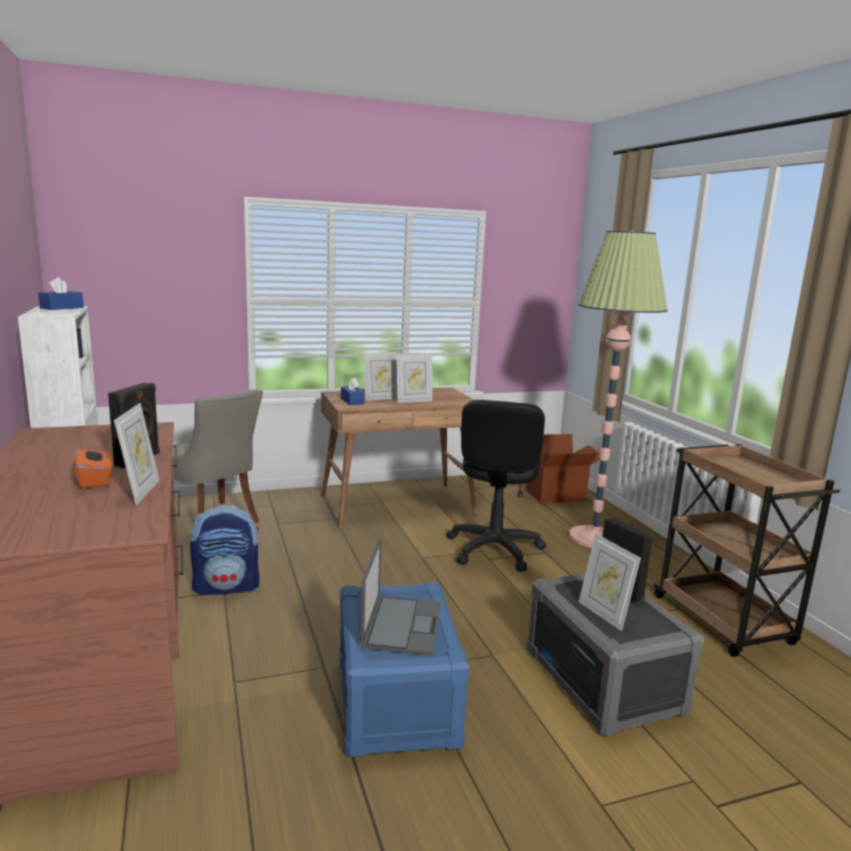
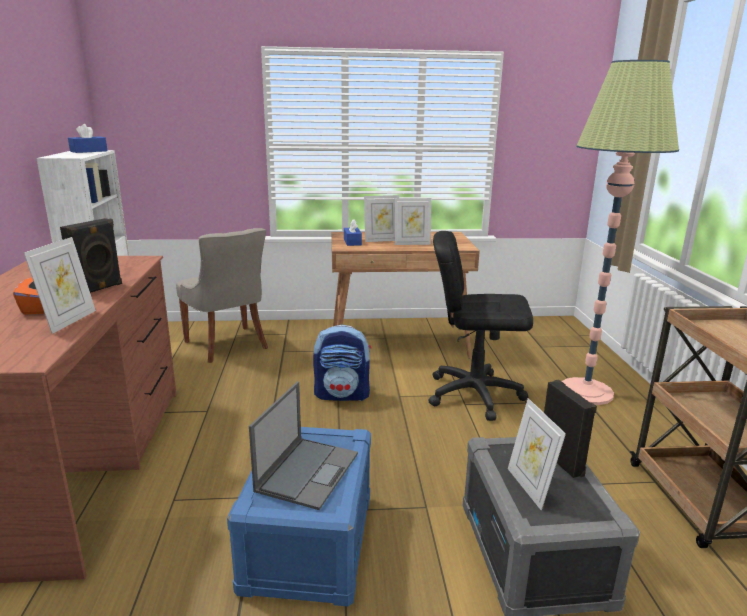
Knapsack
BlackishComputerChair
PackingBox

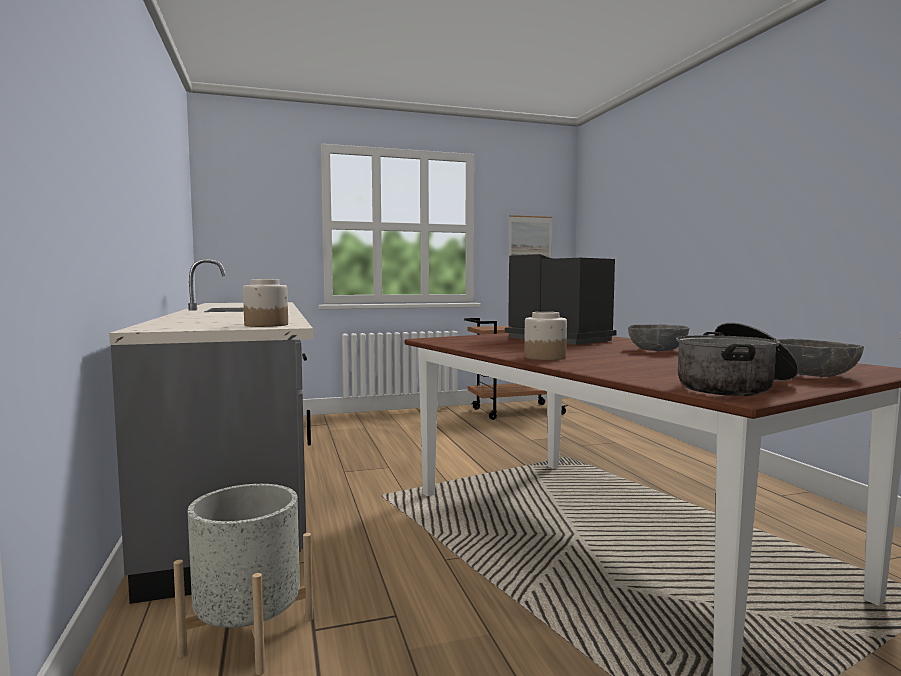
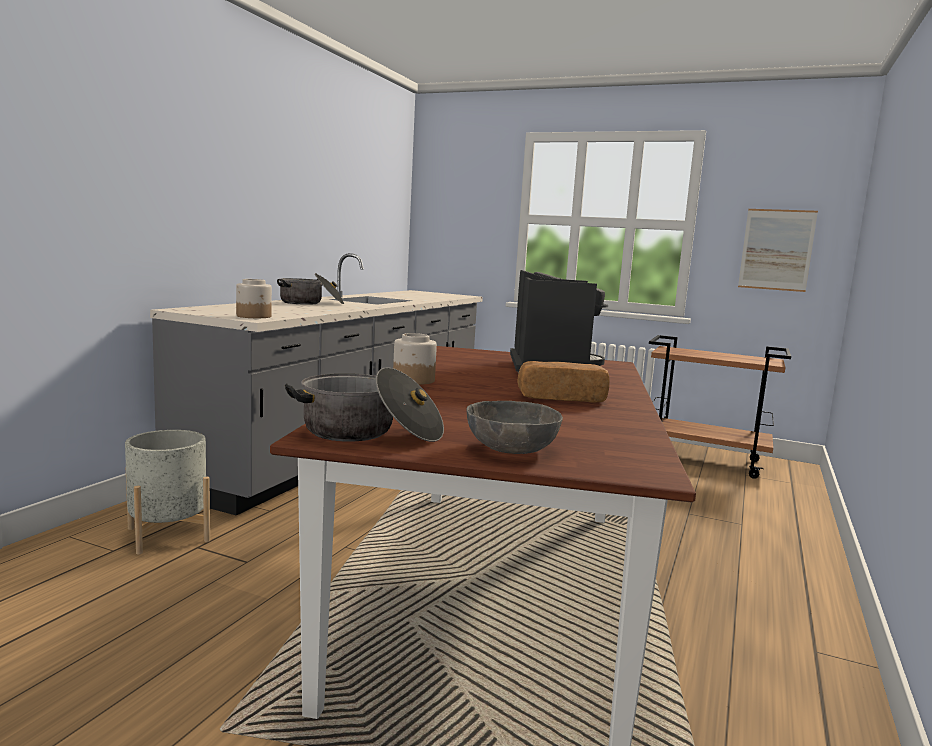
BakeryBread
Stockpot (1st from left)

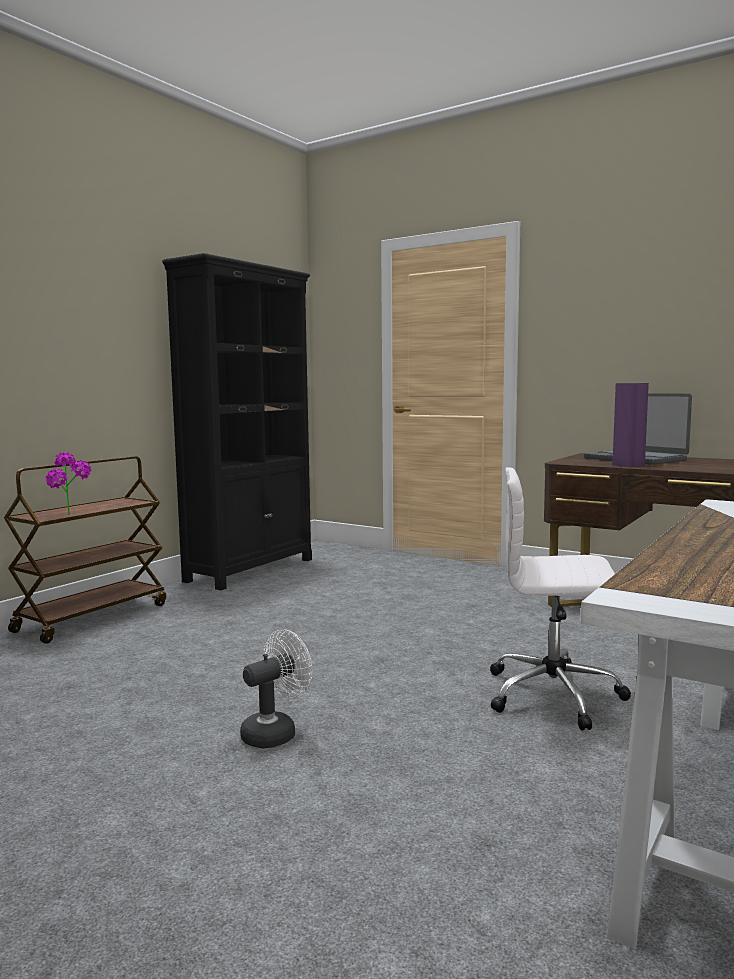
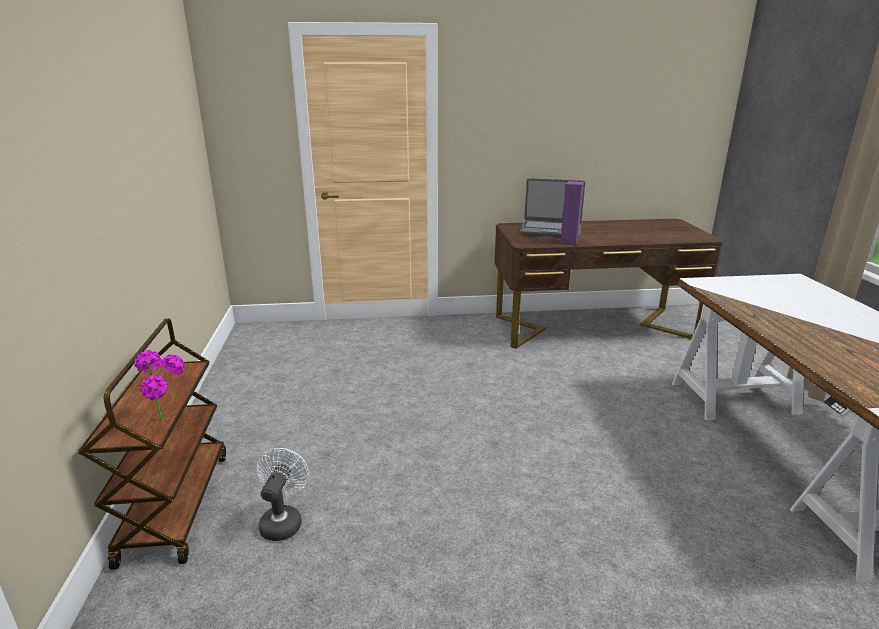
BlackishBookcase
WhitishCoolingFan
WhitishComputerChair

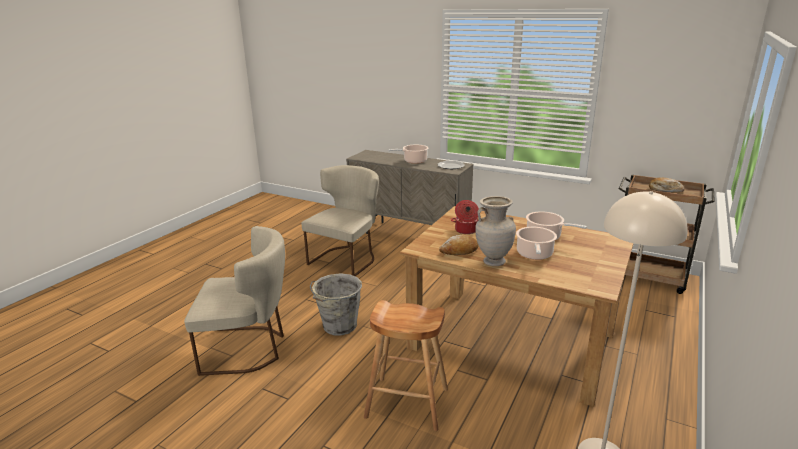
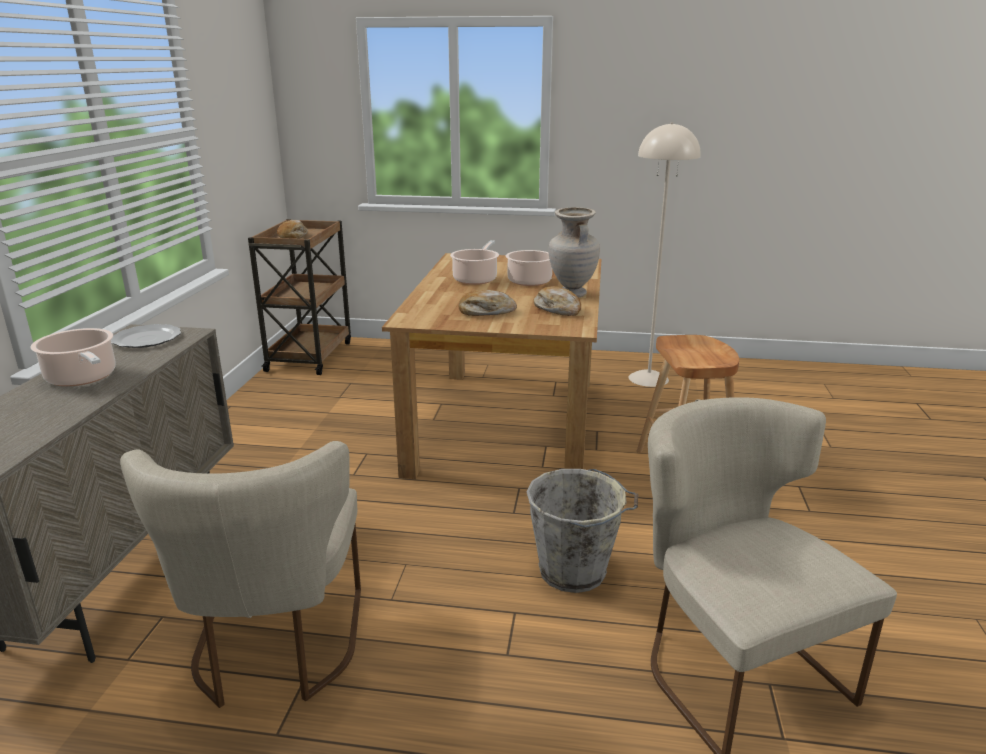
BeigeColouredChair (1st from left)
BakeryBread (2nd from left)

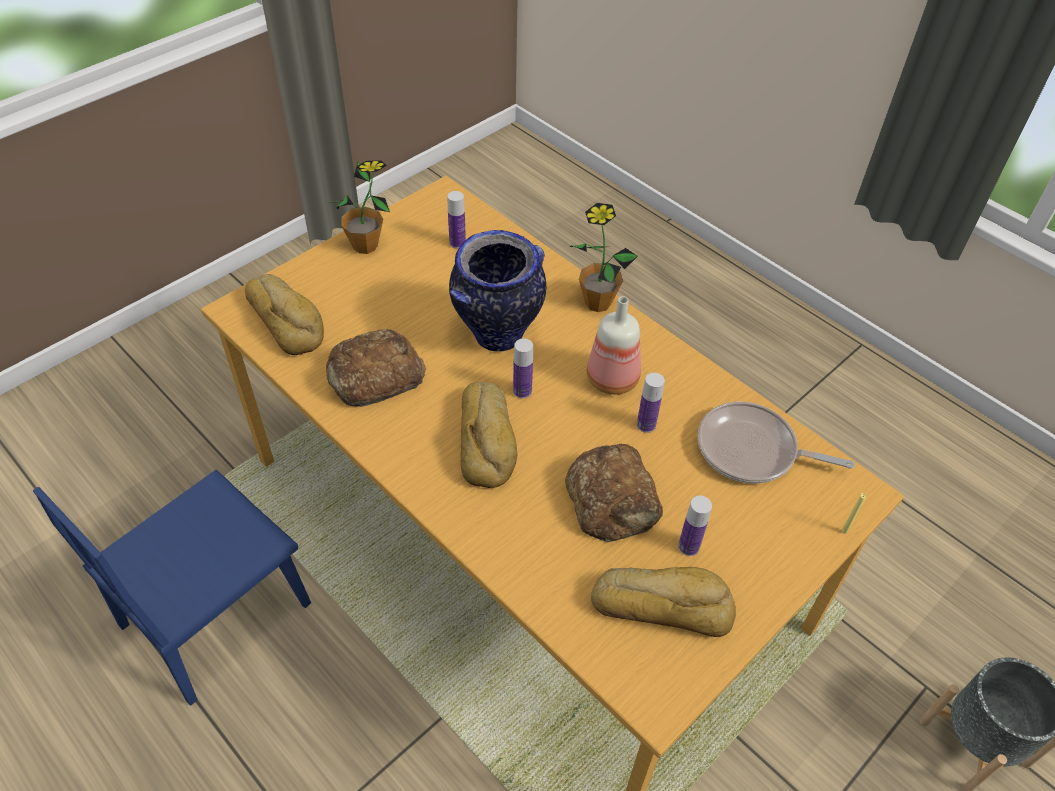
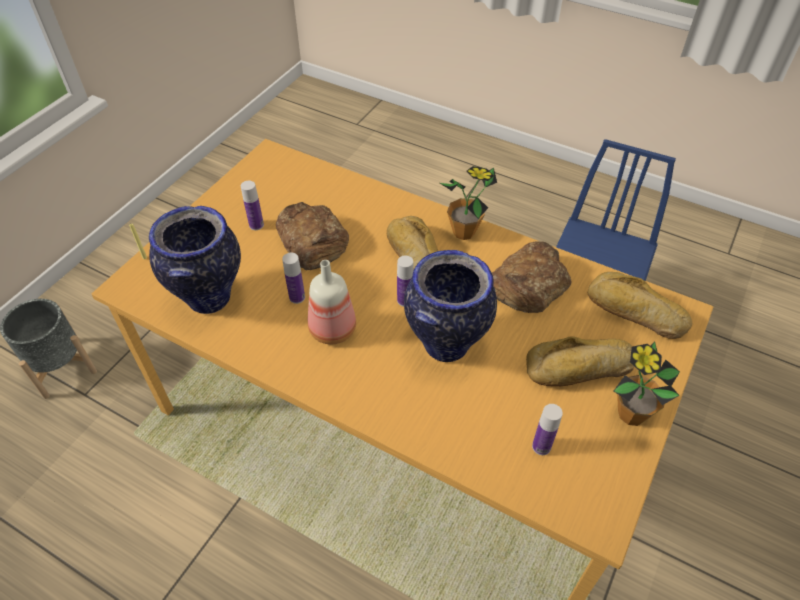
PottedPlant (1st from left)
BakeryBread (4th from left)
Vase (1st from left)

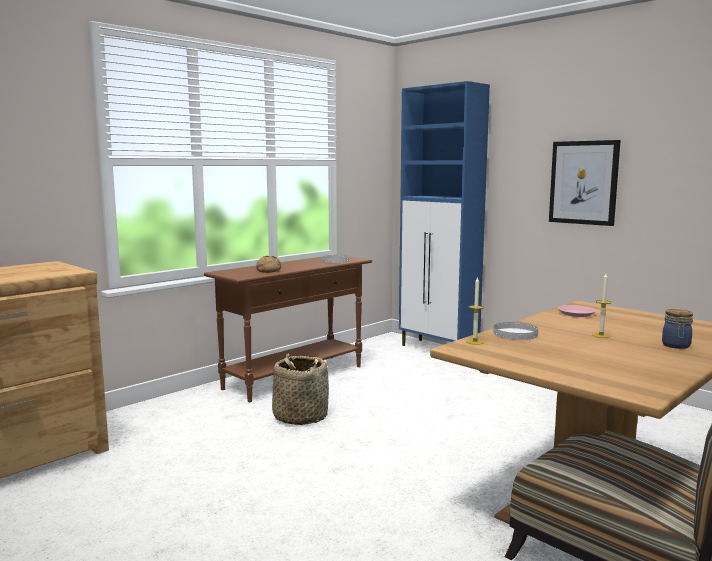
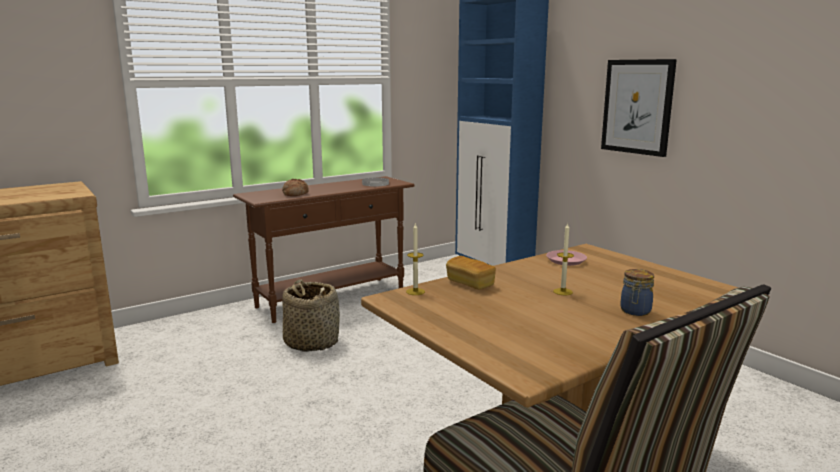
BakeryBread (2nd from left)

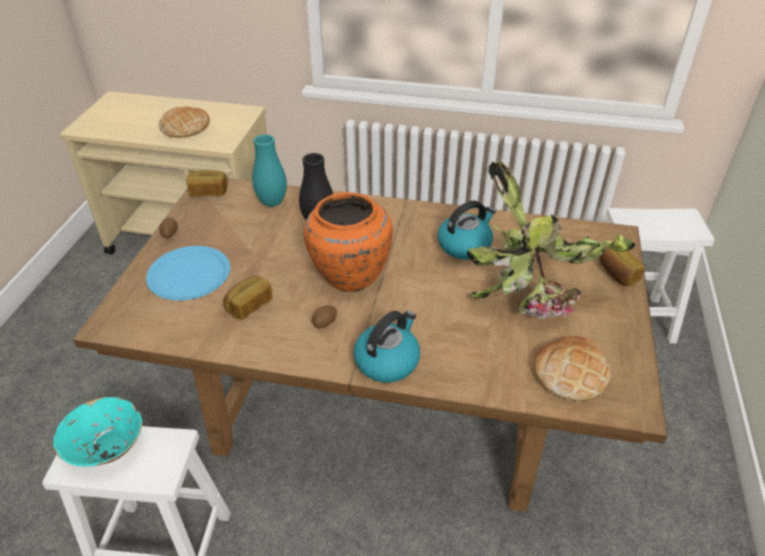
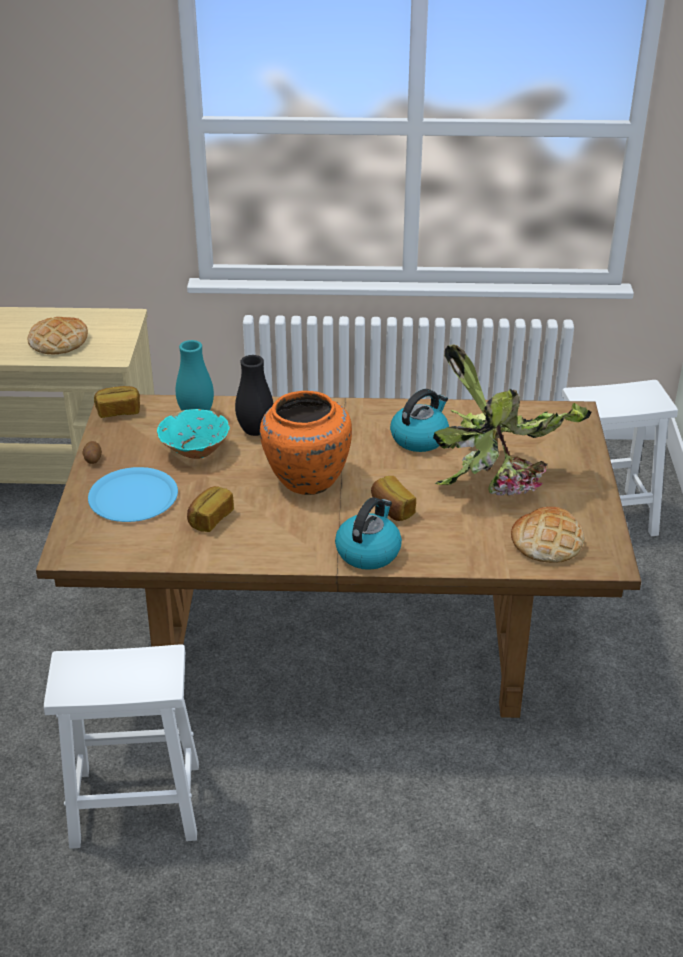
TurquoiseColouredServingBowl
WholePotato (2nd from left in the first image)
BakeryBread (4th from left)

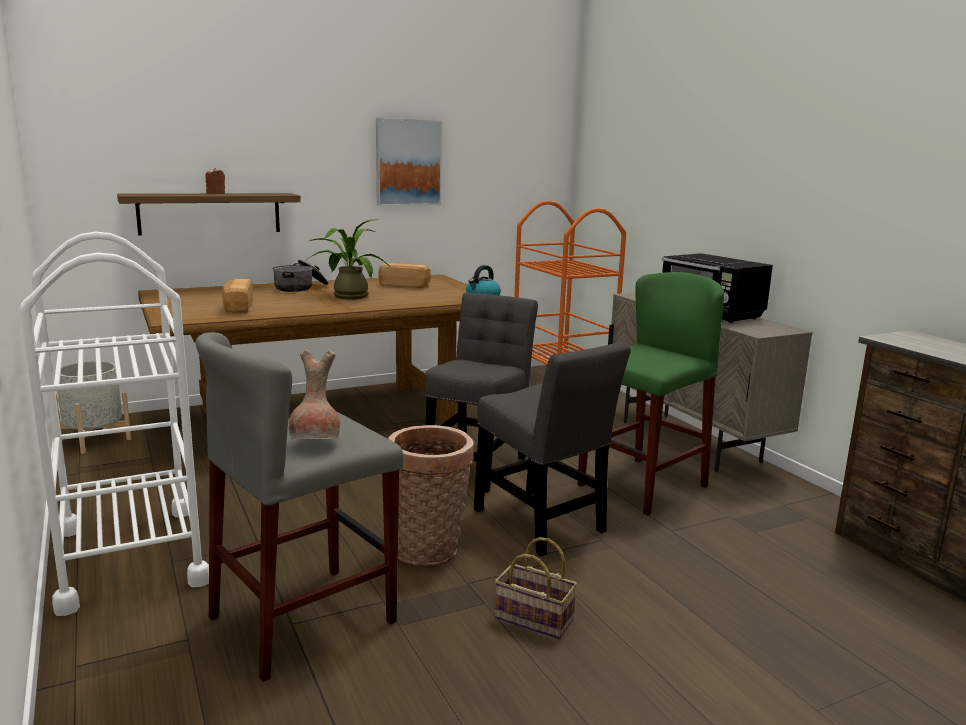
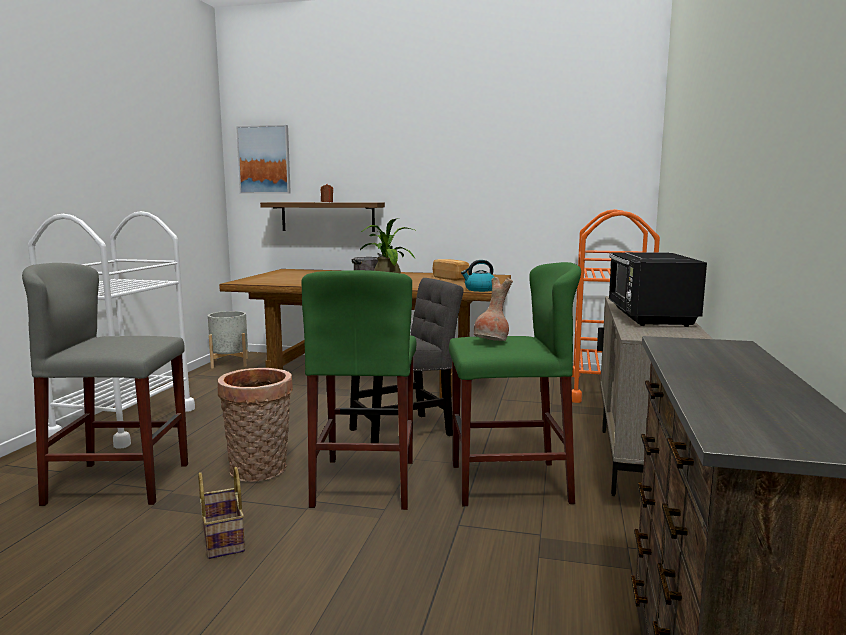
BakeryBread (1st from left in the first image)
BrownColouredVase
WallPicture
GreenishStoolSeat (1st from left)

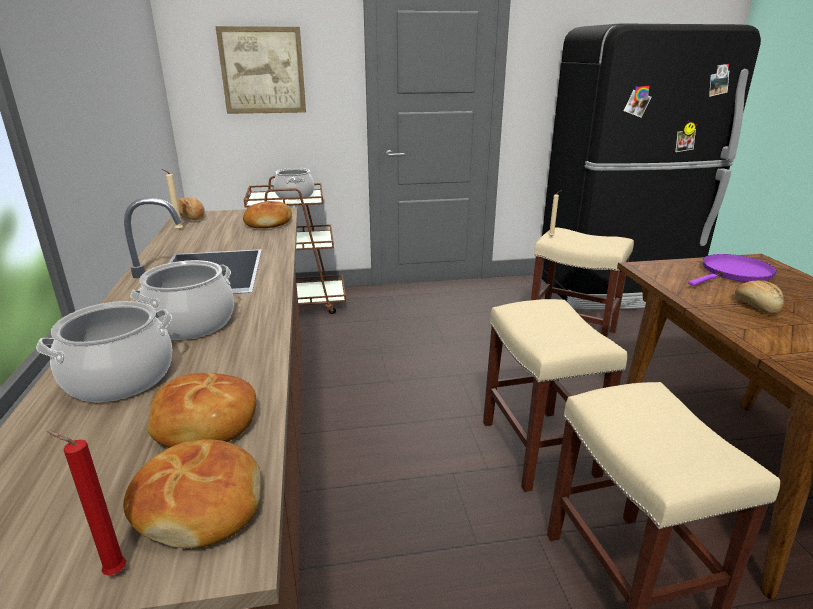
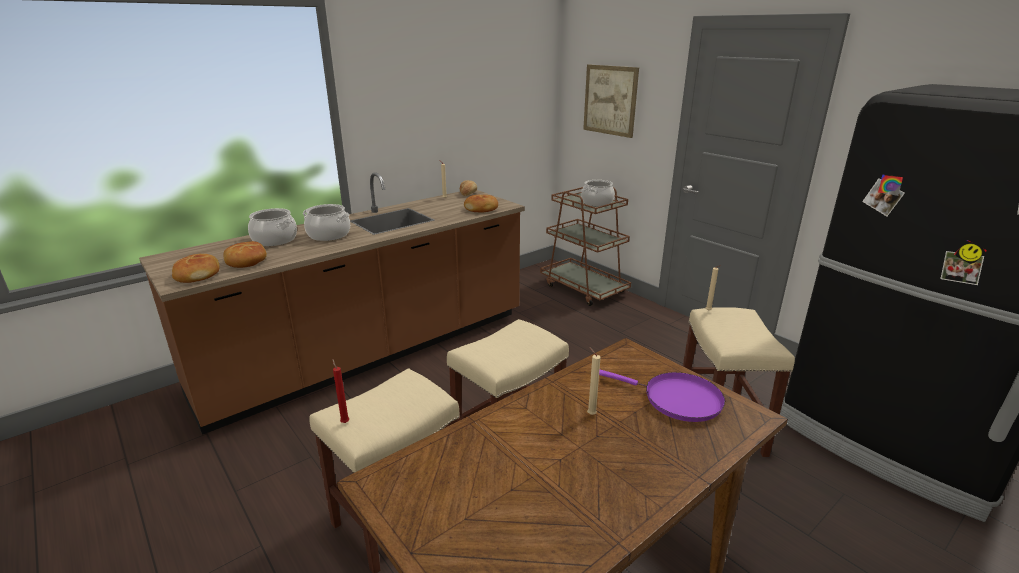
RedColouredCandle
BeigeColouredCandle (2nd from left)

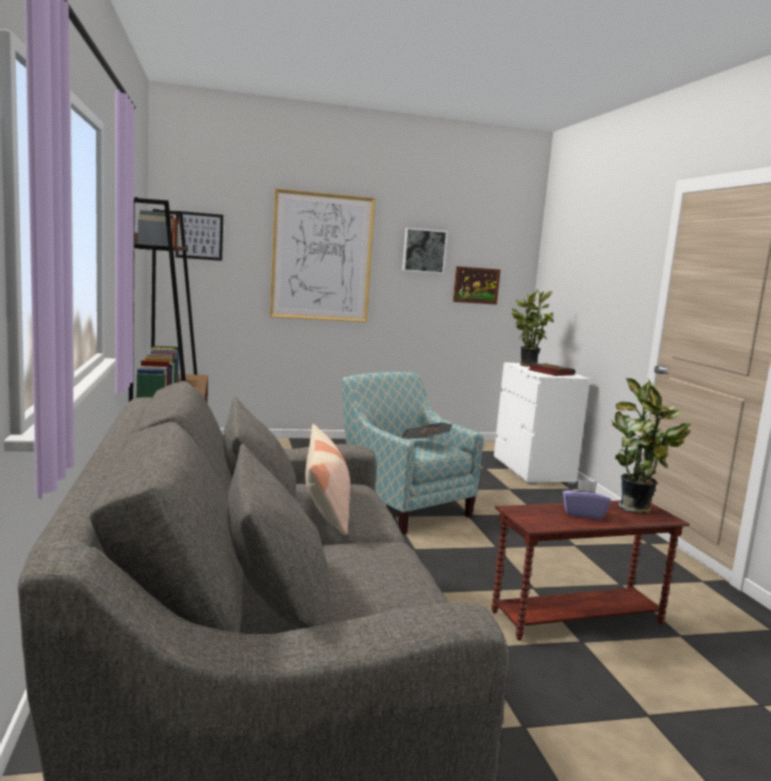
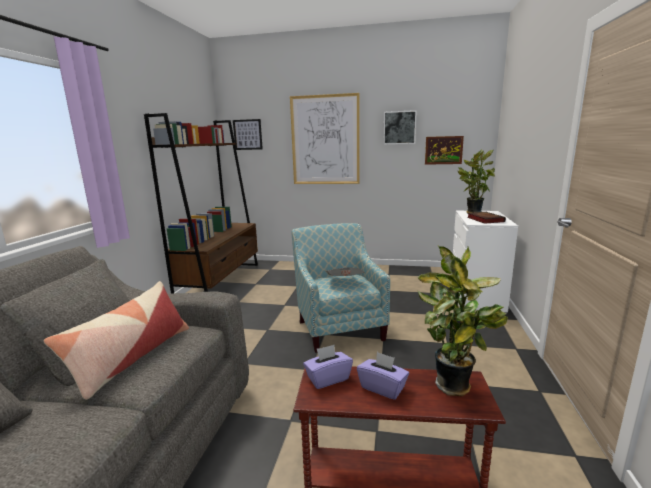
PurpleTissueBox (1st from left)

